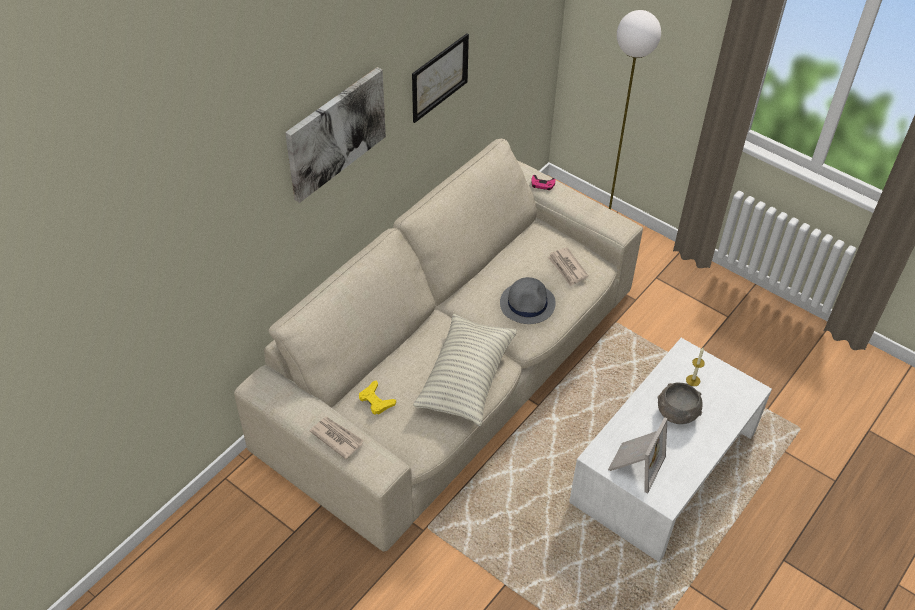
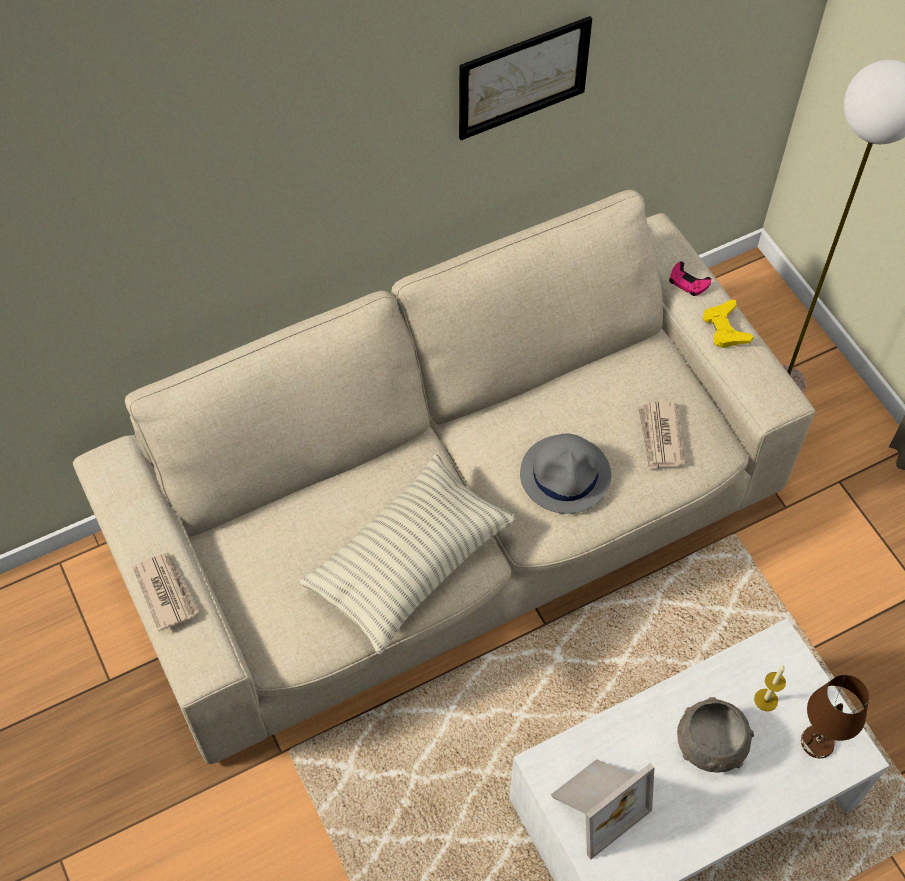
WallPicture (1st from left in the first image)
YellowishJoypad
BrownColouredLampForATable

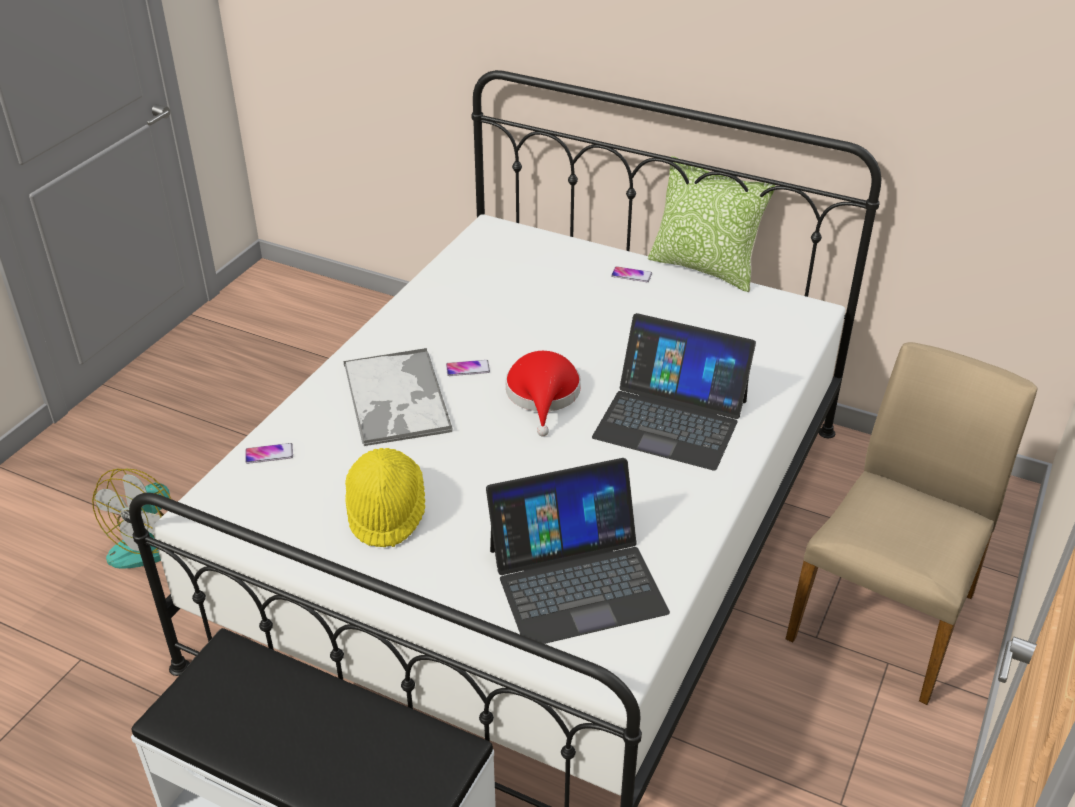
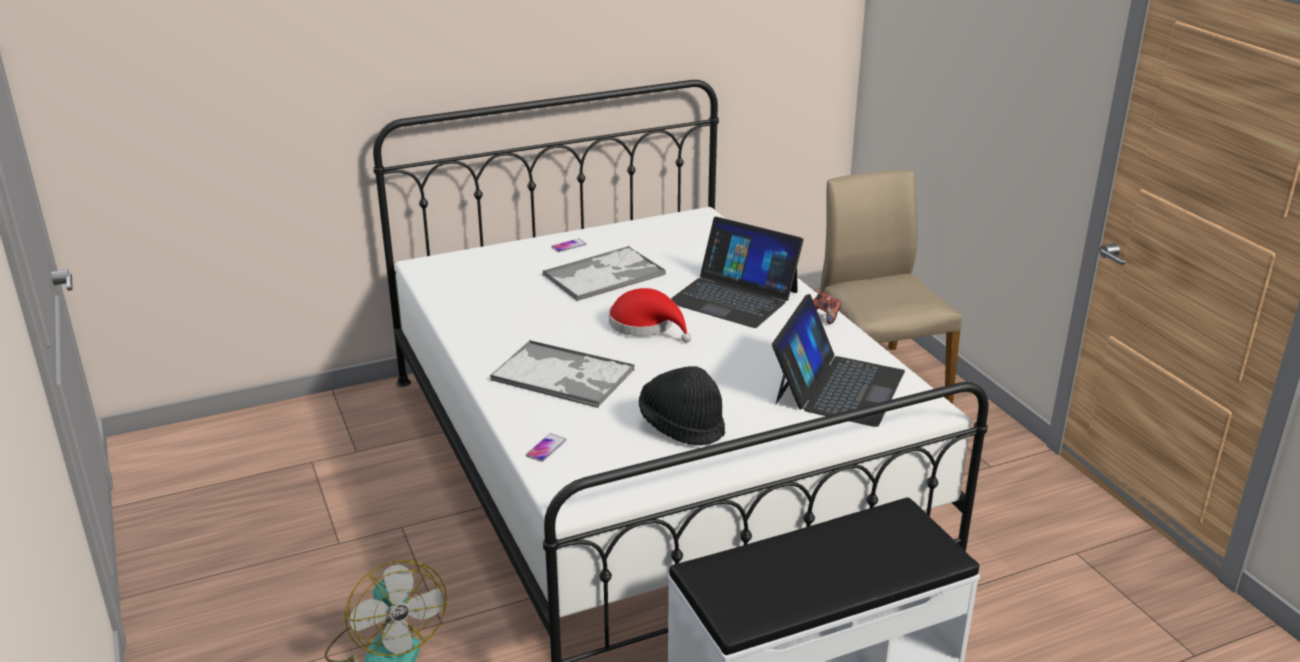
BlackishClothingHat
Phone (2nd from left in the first image)
NotebookComputer (1st from left)
Cushion
Tray (2nd from left)
Joypad

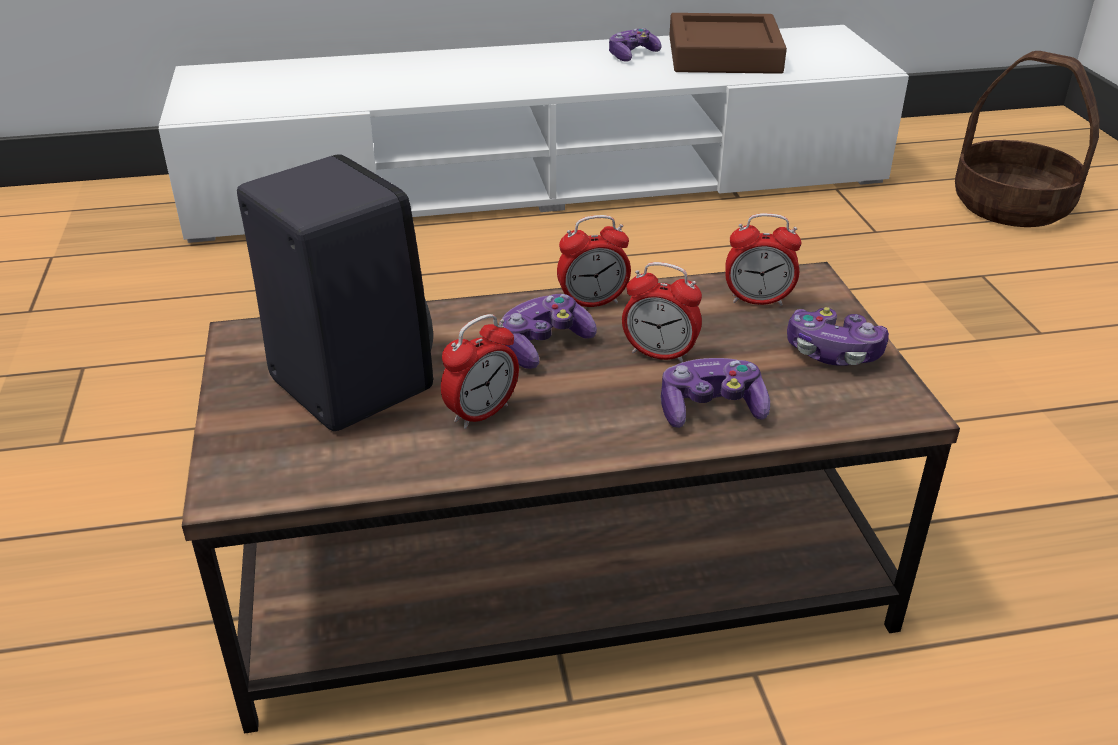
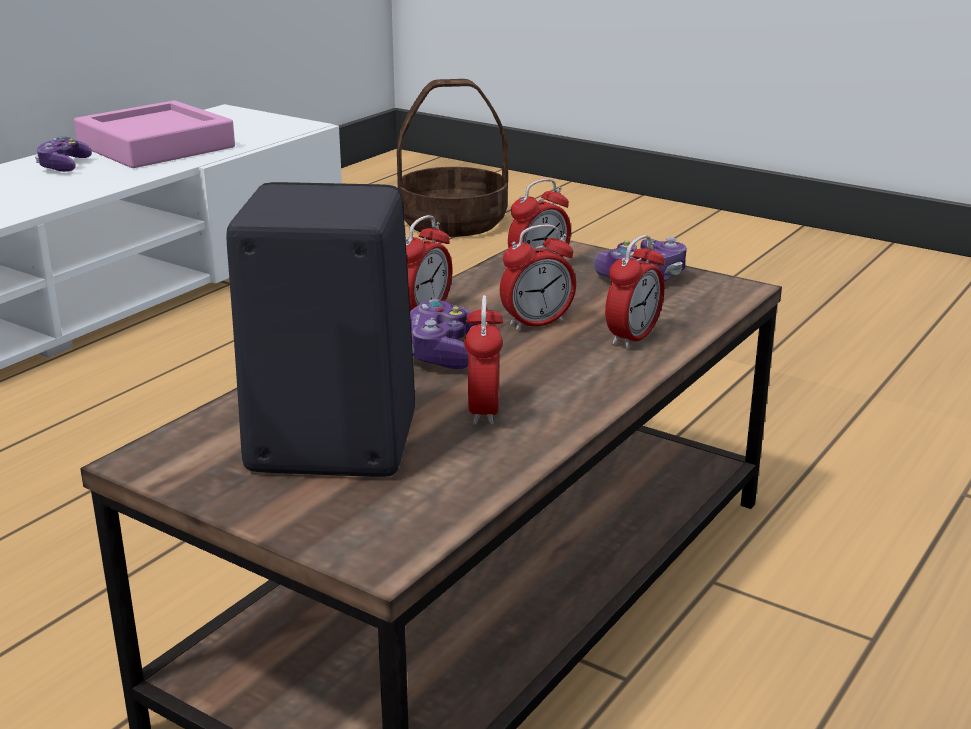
BedsideClock (5th from left)
PinkColouredTray

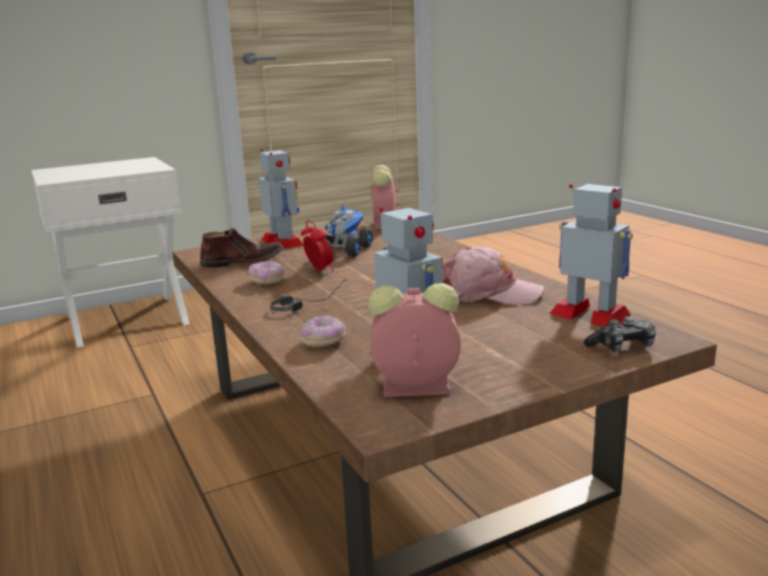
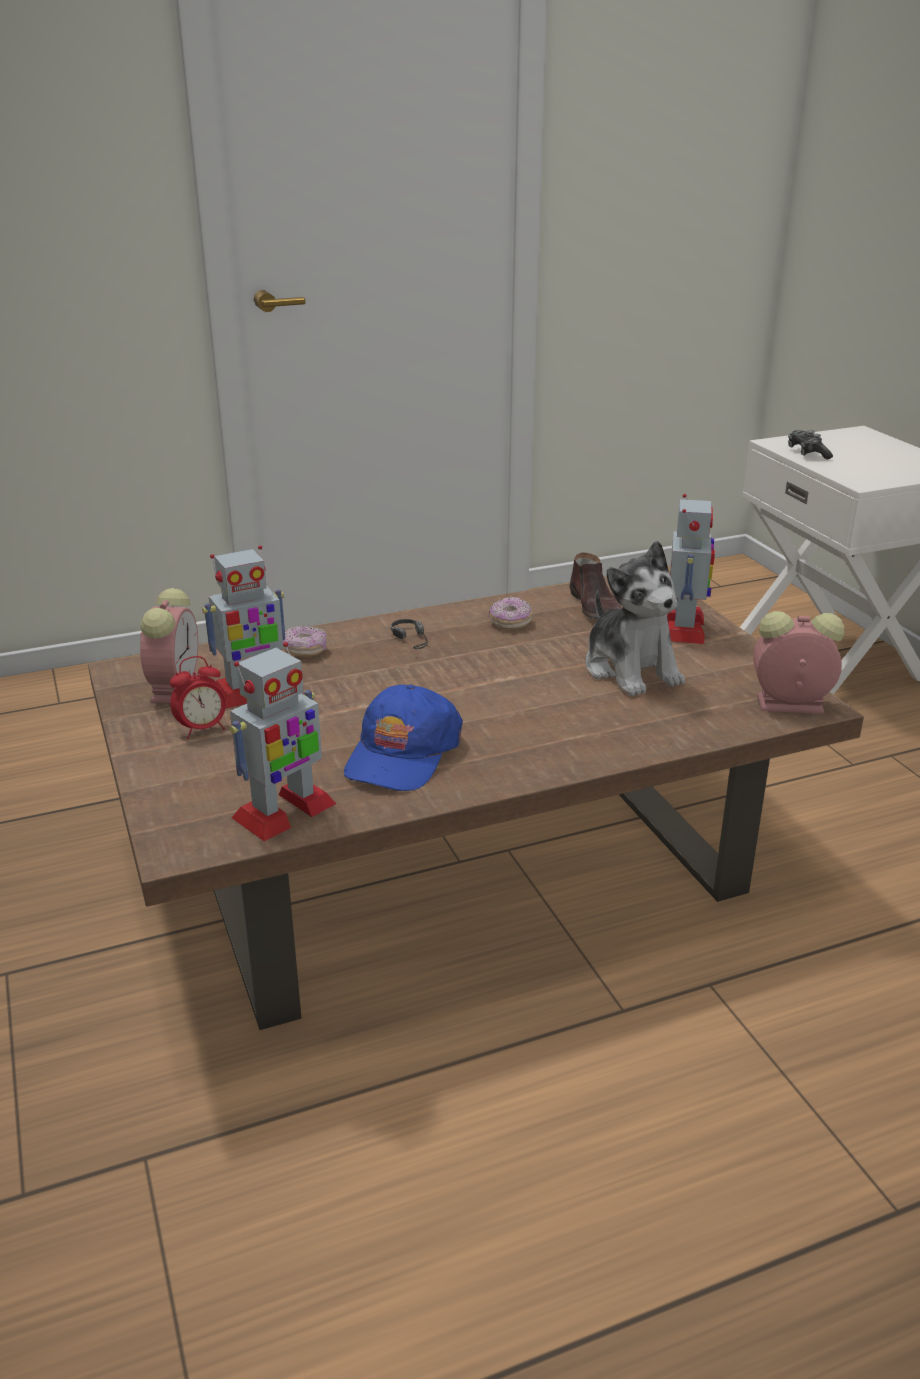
ToyRobot (3rd from left)
BedsideClock (2nd from left)
PlushToy
BluishBaseballCap
Joypad

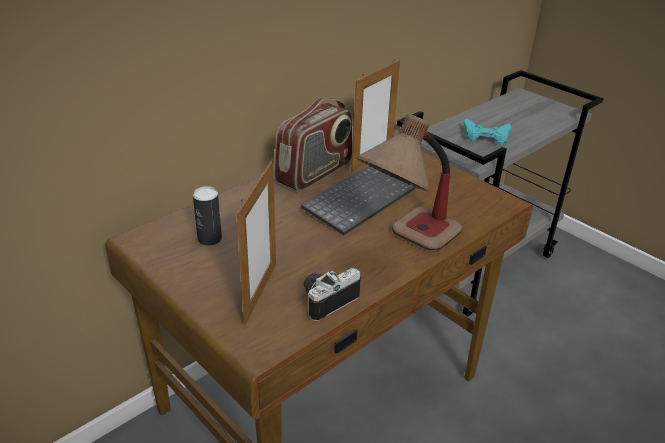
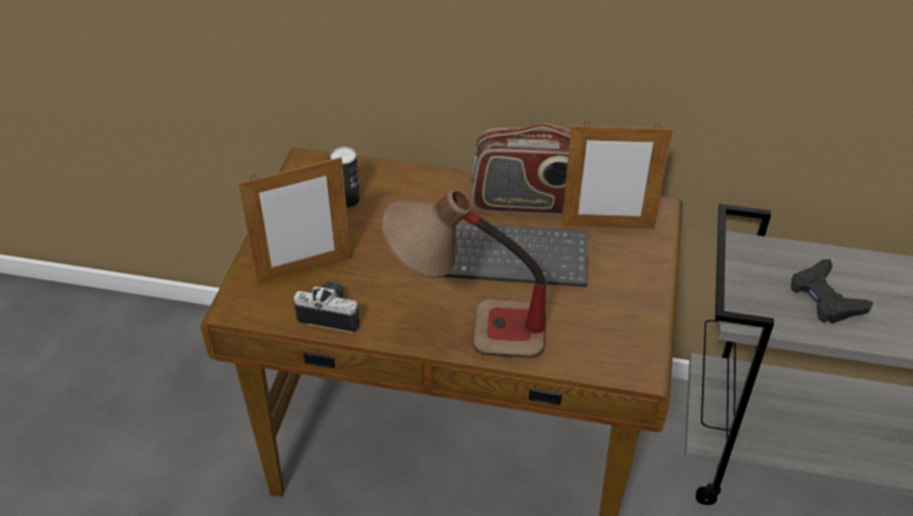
BlackishJoypad

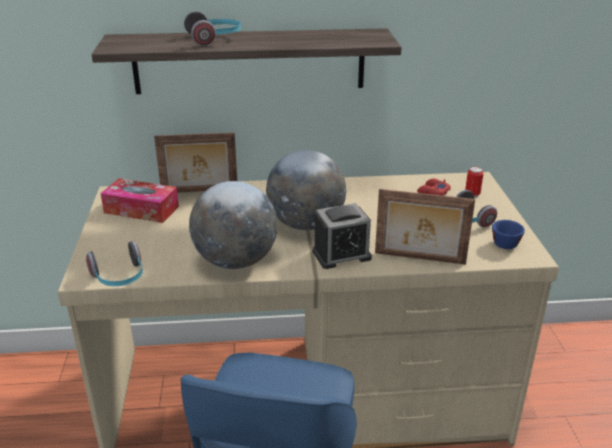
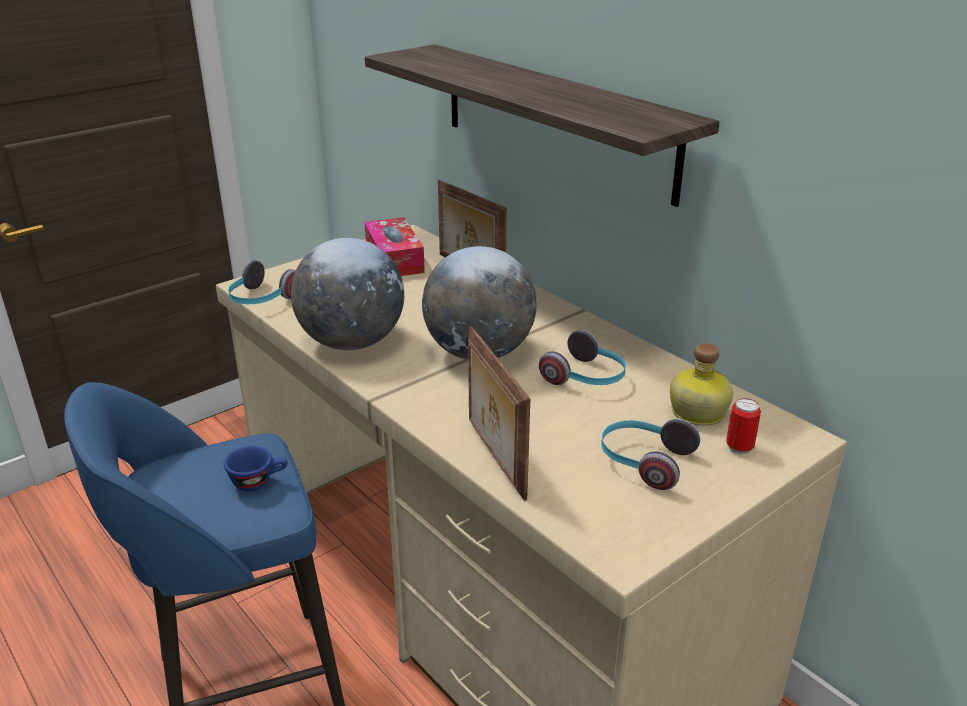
Headphones (2nd from left)
BedsideClock
DrinkBottle
BluishDrinkingCup

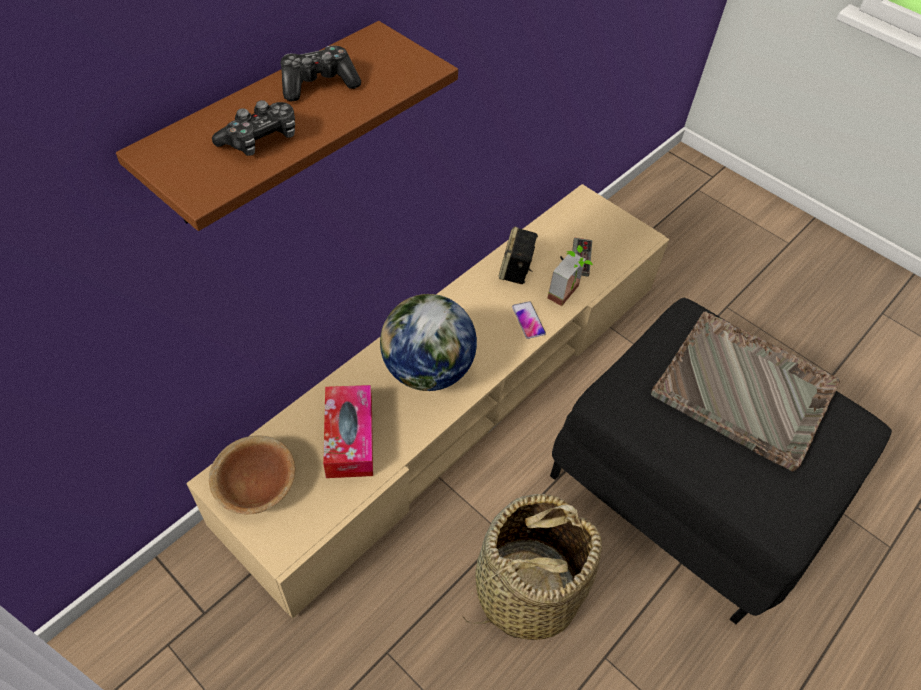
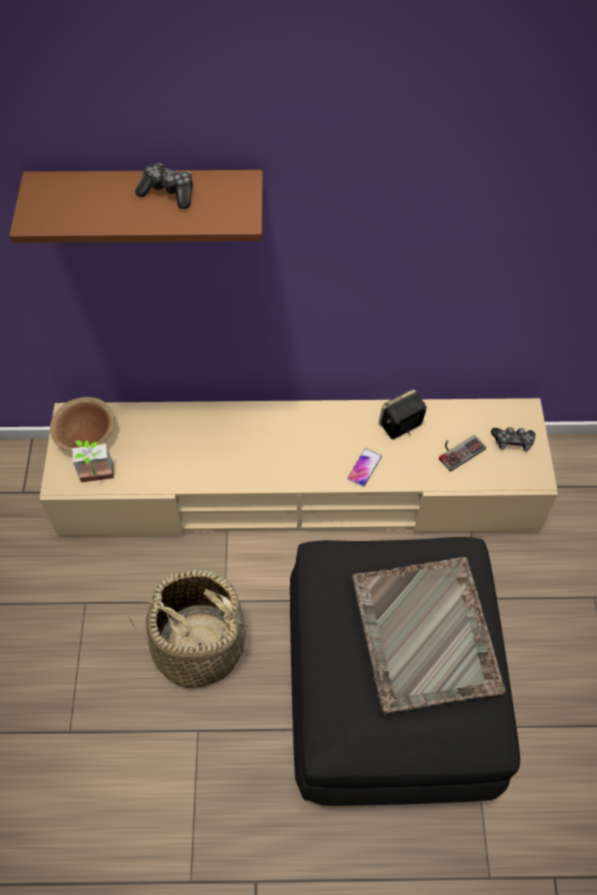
Joypad (3rd from left)
TissueBox
WorldGlobe
PottedPlant

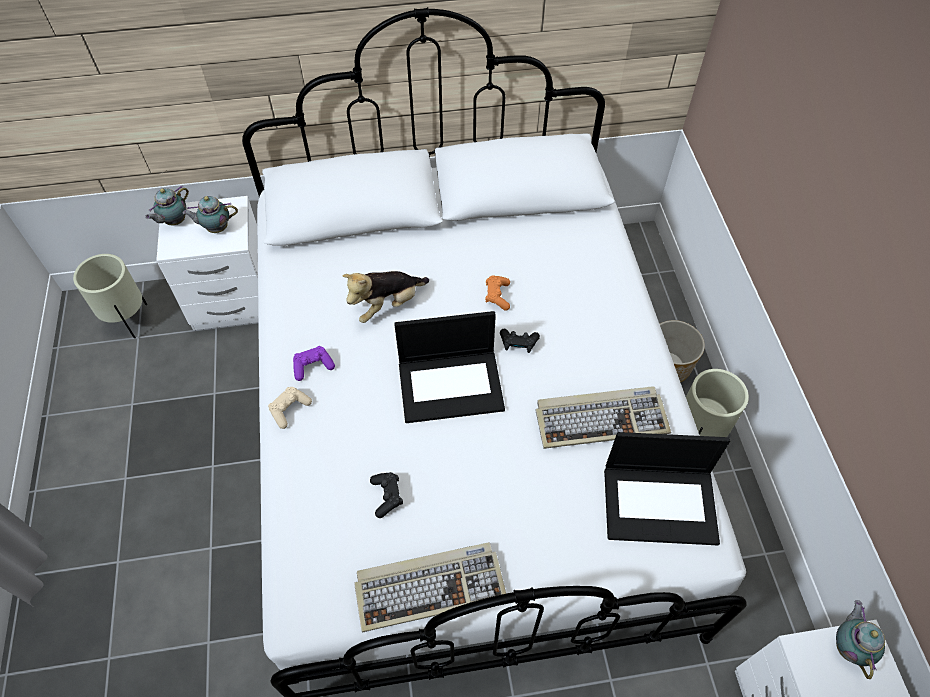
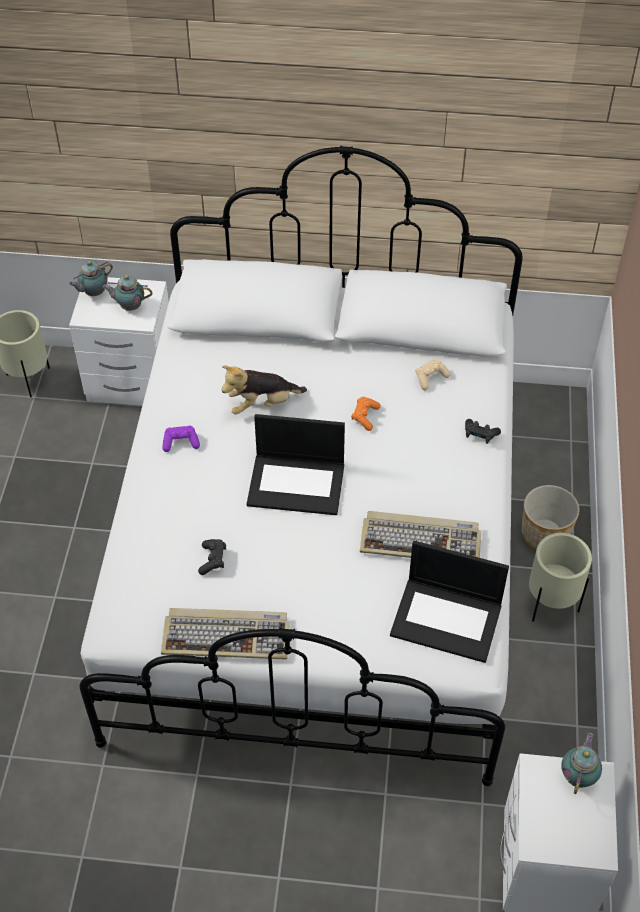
BeigeColouredJoypad
BlackishJoypad (2nd from left)

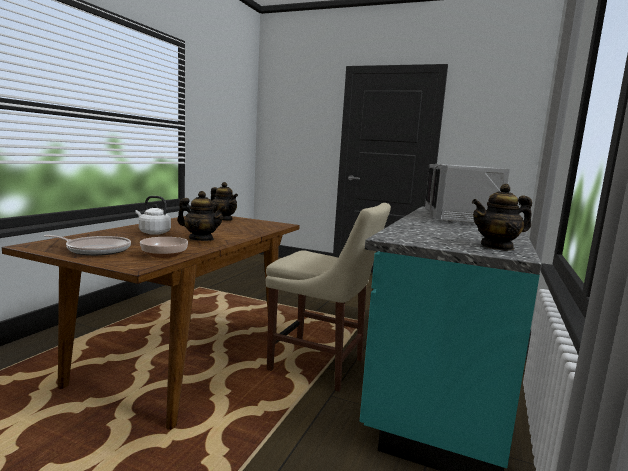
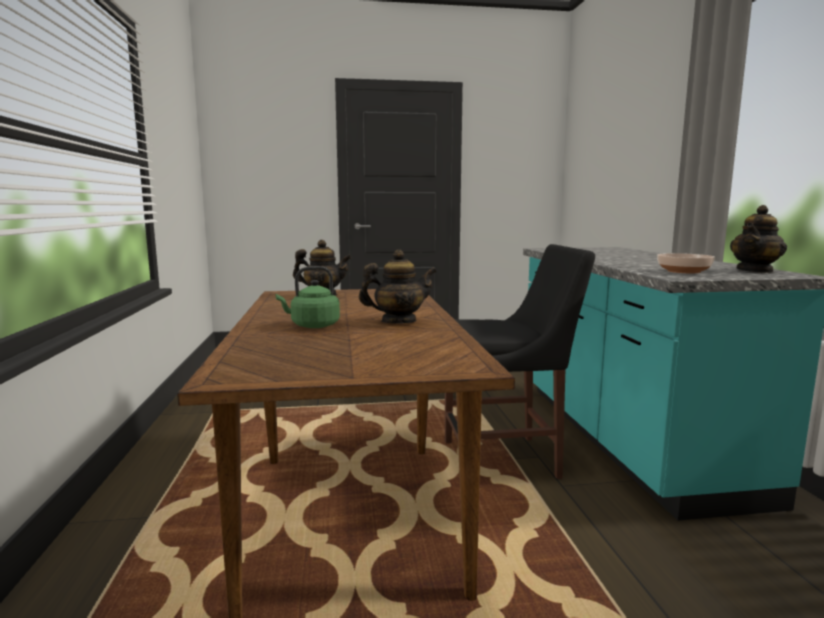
Pan
GreenishTeaKettle
ServingBowl
BlackishChair
GrayKitchenMicrowave

